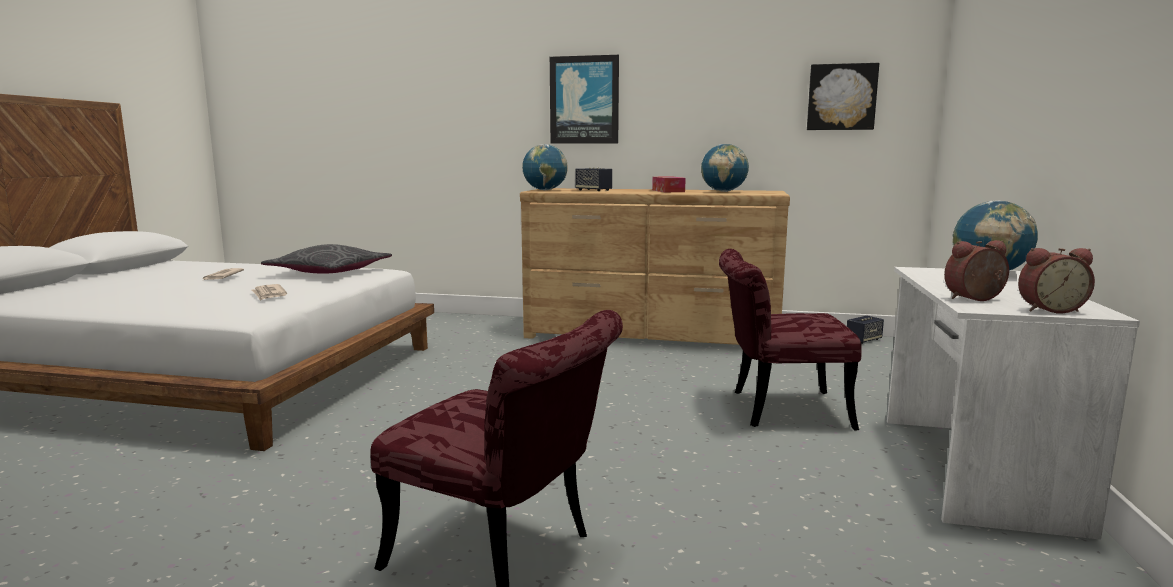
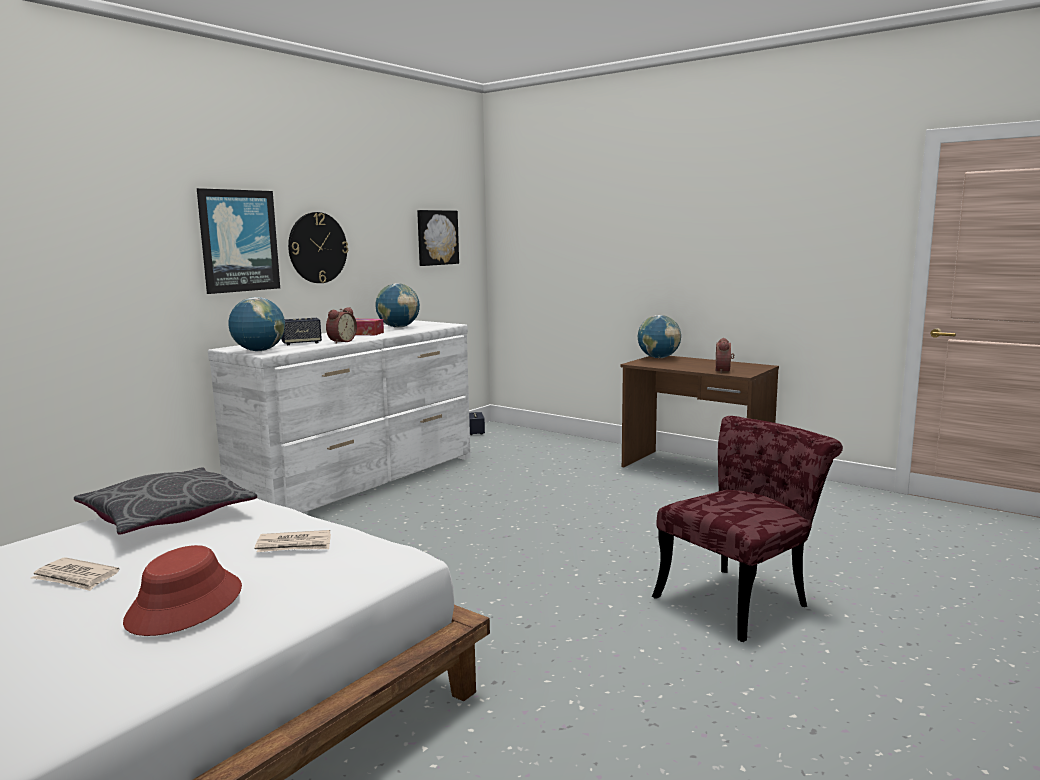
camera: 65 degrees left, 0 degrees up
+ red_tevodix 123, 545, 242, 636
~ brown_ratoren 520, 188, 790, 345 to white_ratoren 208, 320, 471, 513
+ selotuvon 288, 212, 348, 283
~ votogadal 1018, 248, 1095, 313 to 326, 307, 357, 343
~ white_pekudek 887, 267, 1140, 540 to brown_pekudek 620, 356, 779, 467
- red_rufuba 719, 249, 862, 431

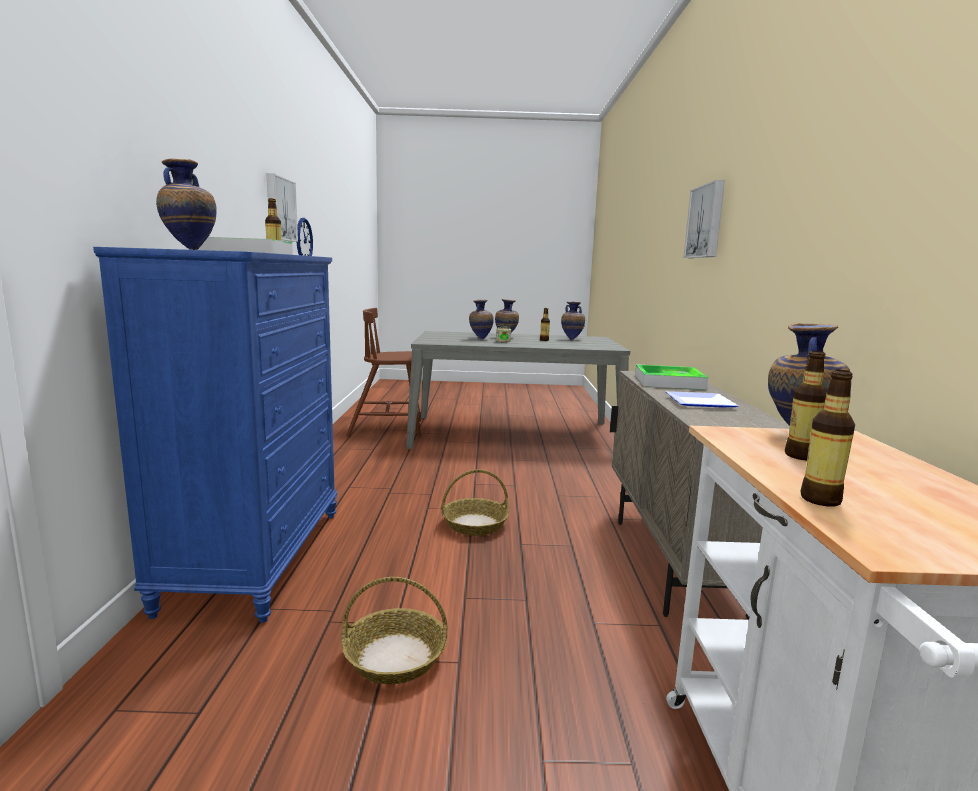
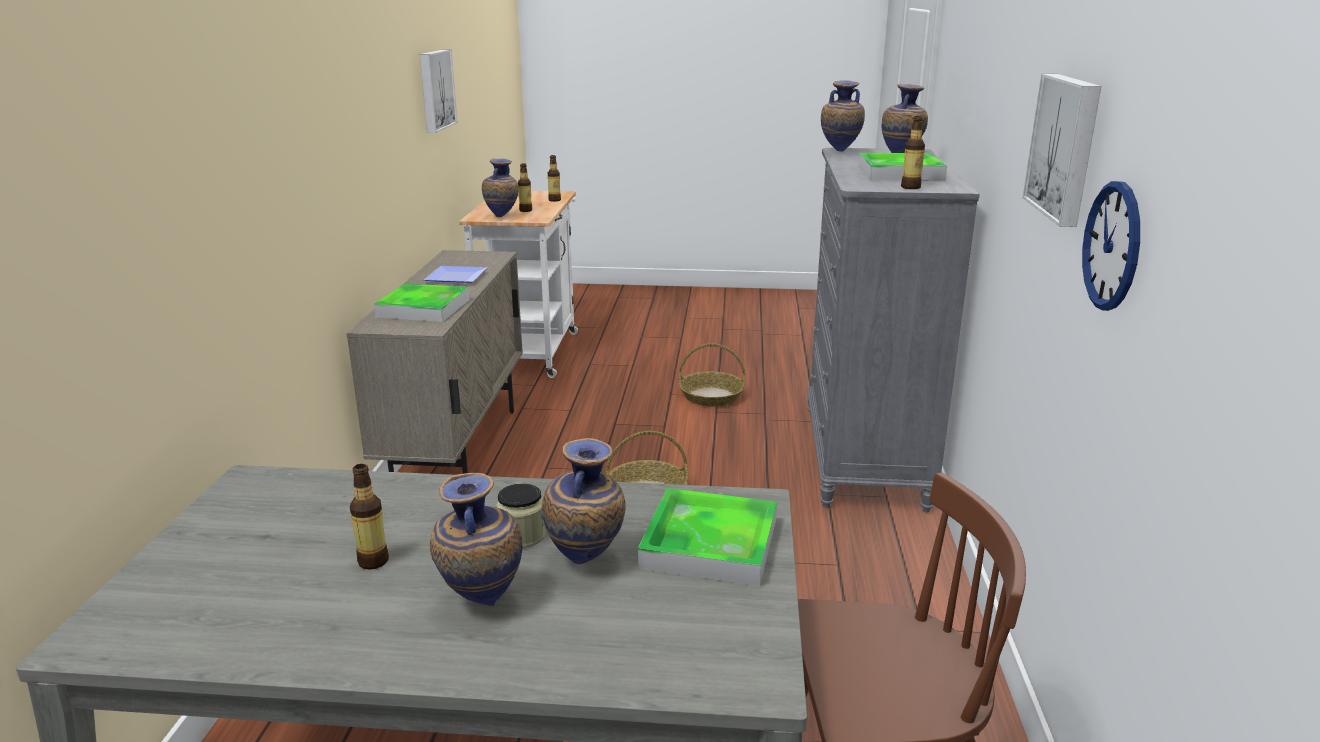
camera: 175 degrees left, 10 degrees up
~ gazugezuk 684, 180, 725, 258 to 420, 49, 458, 133
+ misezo 638, 488, 777, 587
~ blue_ratoren 93, 247, 337, 623 to grey_ratoren 807, 148, 980, 513
~ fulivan 561, 302, 585, 340 to 821, 80, 865, 152

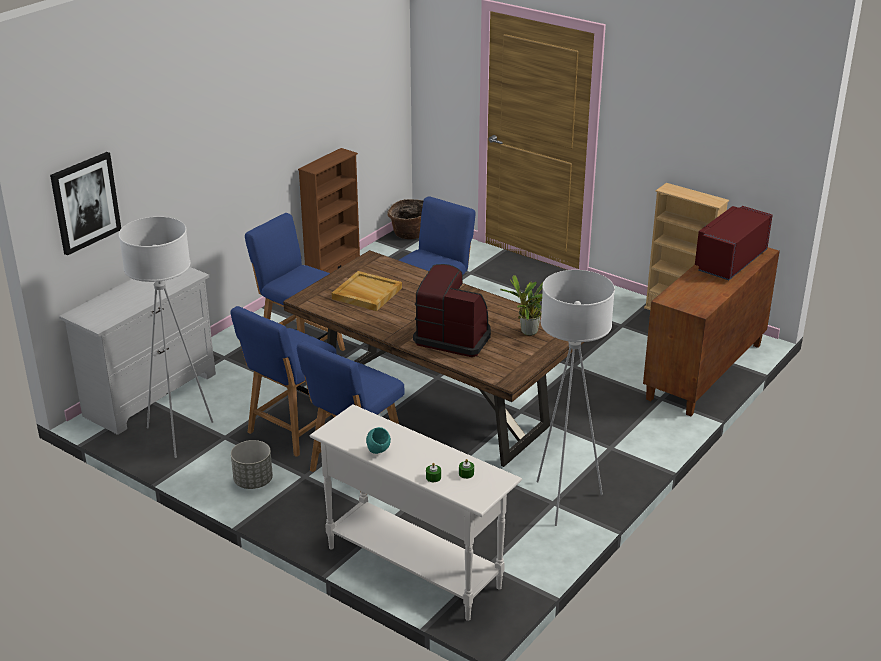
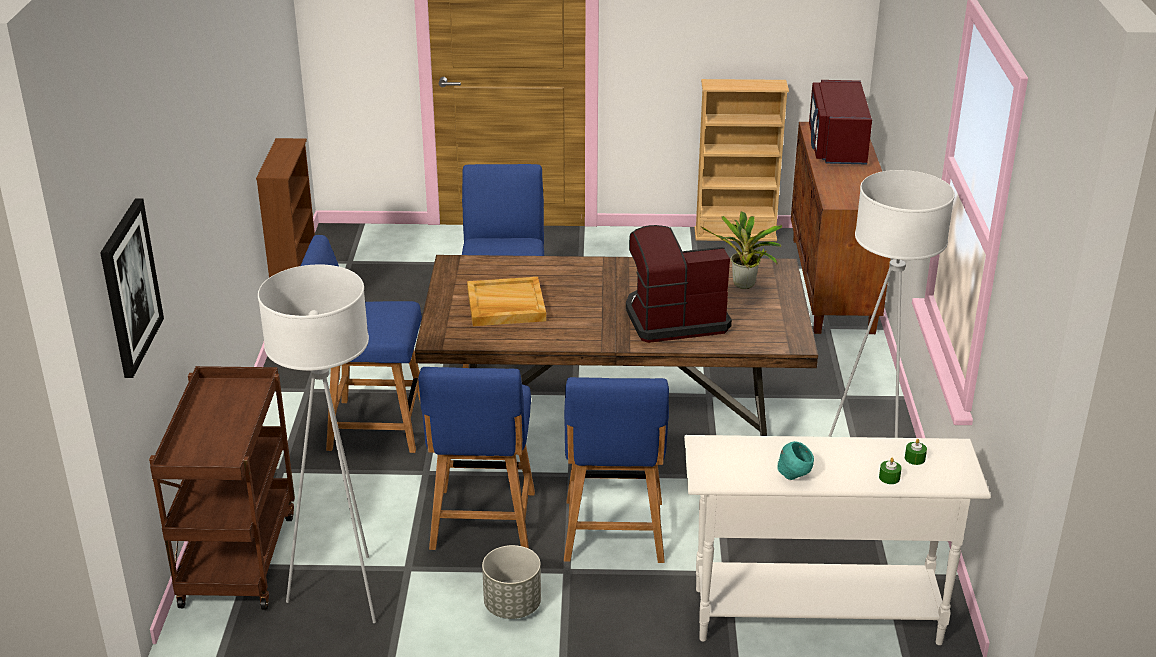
camera: 35 degrees left, 0 degrees up
~ white_ratoren 59, 267, 216, 435 to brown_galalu 149, 366, 295, 610
- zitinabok 388, 199, 424, 239

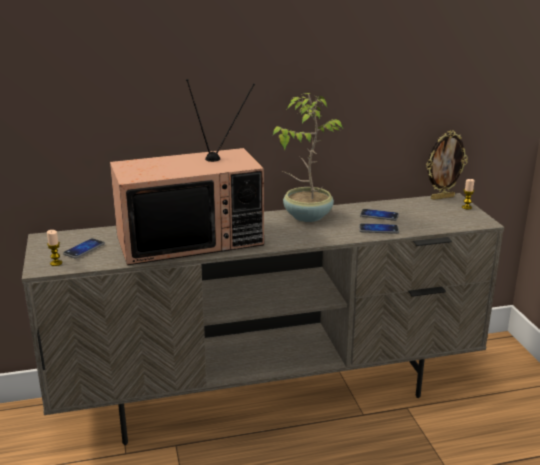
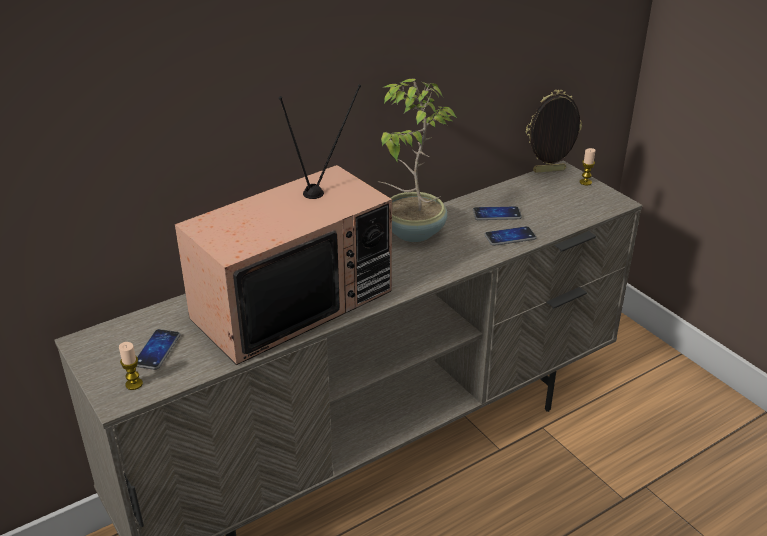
camera: 20 degrees left, 10 degrees up
~ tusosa 426, 130, 468, 200 = 526, 90, 582, 173 150 degrees counterclockwise

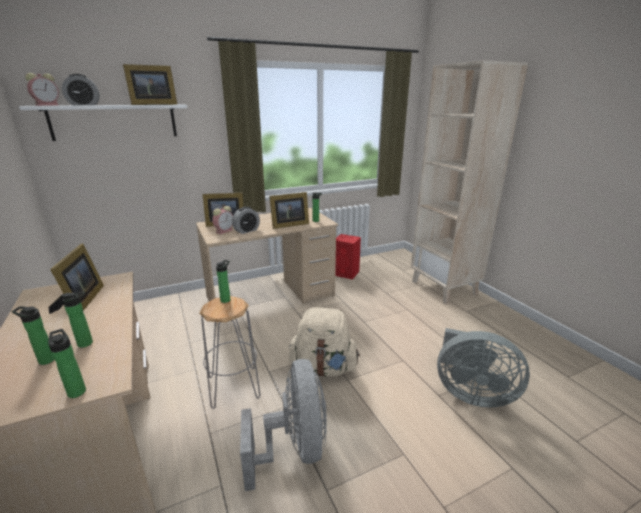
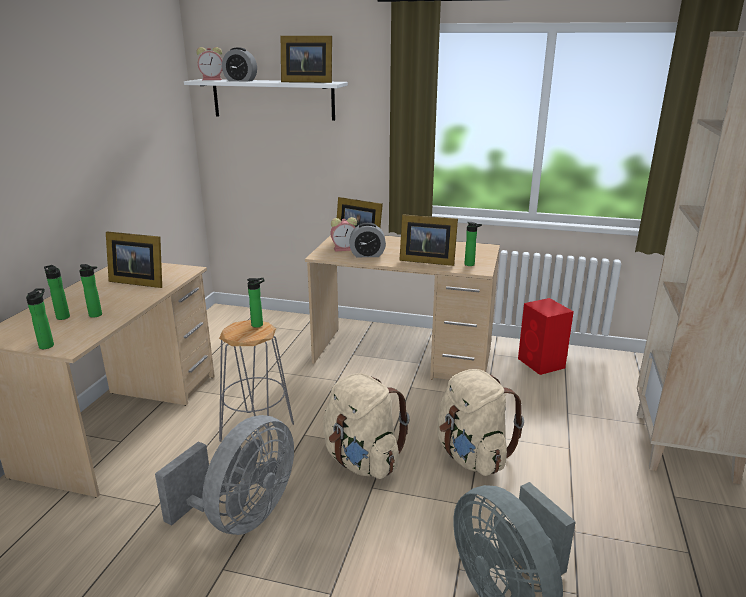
camera: 40 degrees right, 0 degrees up
~ tusosa 49, 243, 104, 314 = 106, 232, 162, 288 75 degrees clockwise
+ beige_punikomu 437, 369, 524, 476

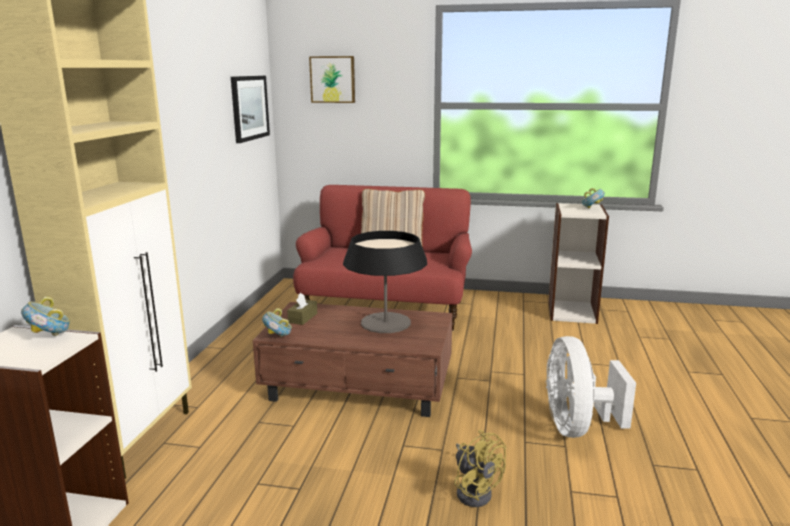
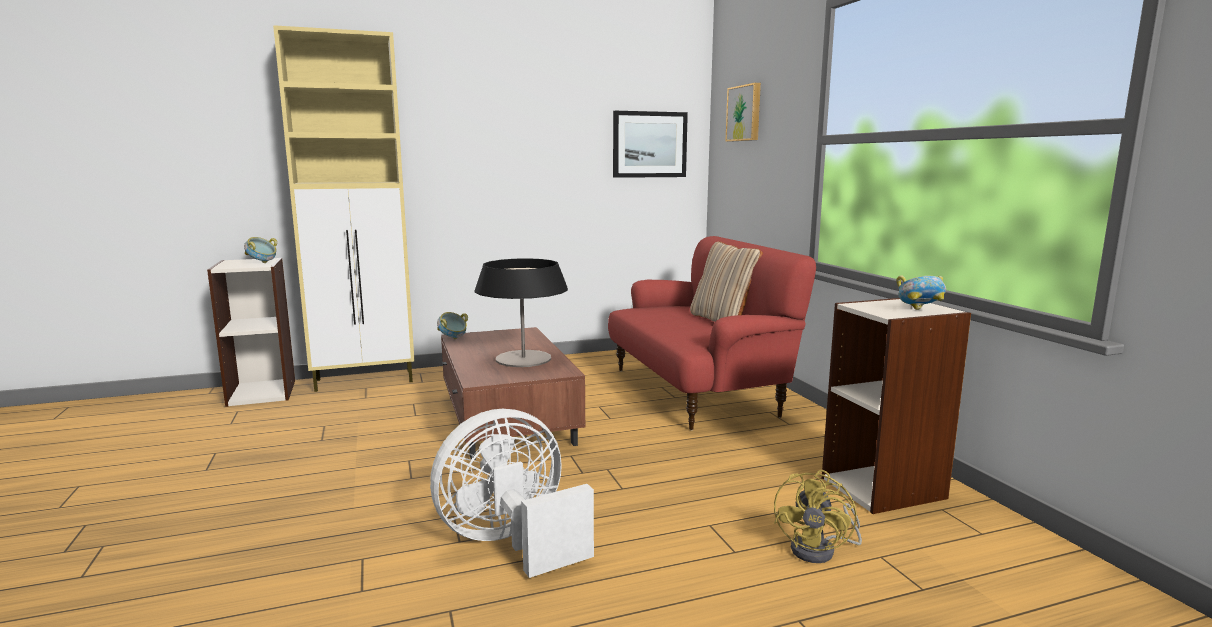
camera: 60 degrees right, 5 degrees down
~ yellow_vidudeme 454, 430, 507, 507 to 774, 470, 862, 563
- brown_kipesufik 287, 293, 317, 325

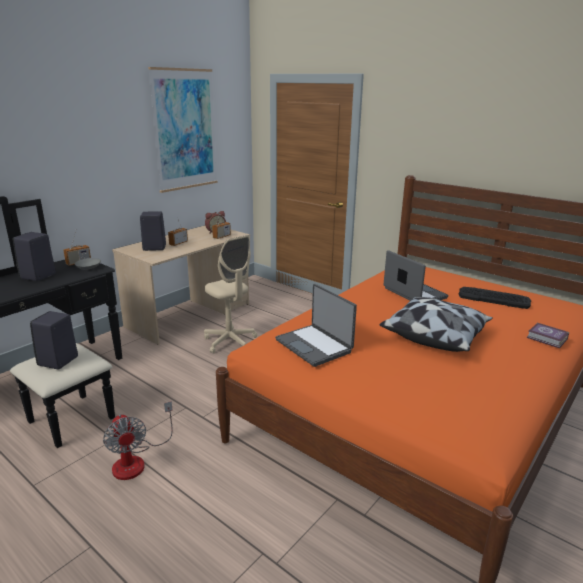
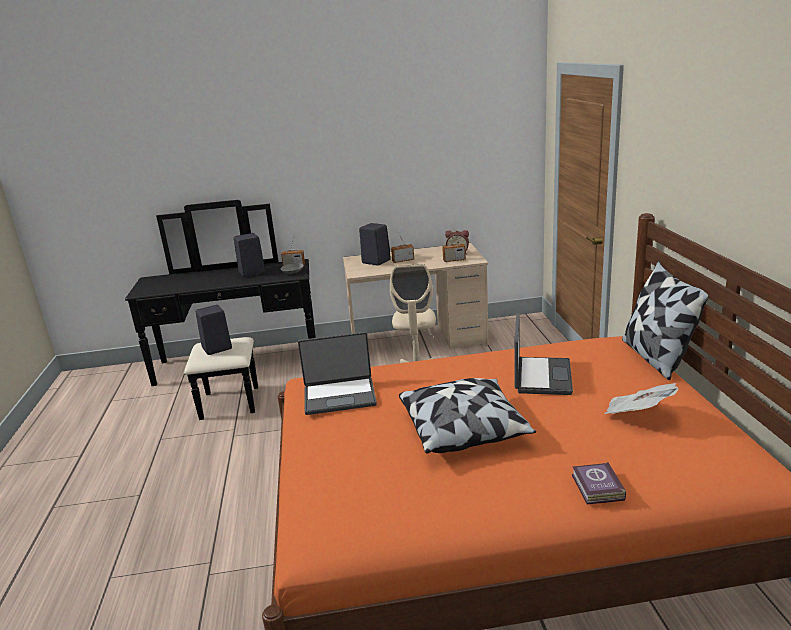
camera: 45 degrees right, 0 degrees up
~ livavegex 275, 284, 357, 367 = 298, 332, 377, 415 105 degrees counterclockwise
~ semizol 459, 287, 532, 309 to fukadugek 604, 383, 678, 414
+ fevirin 622, 262, 709, 380
- vidudeme 103, 401, 172, 480
- gazugezuk 148, 67, 217, 193

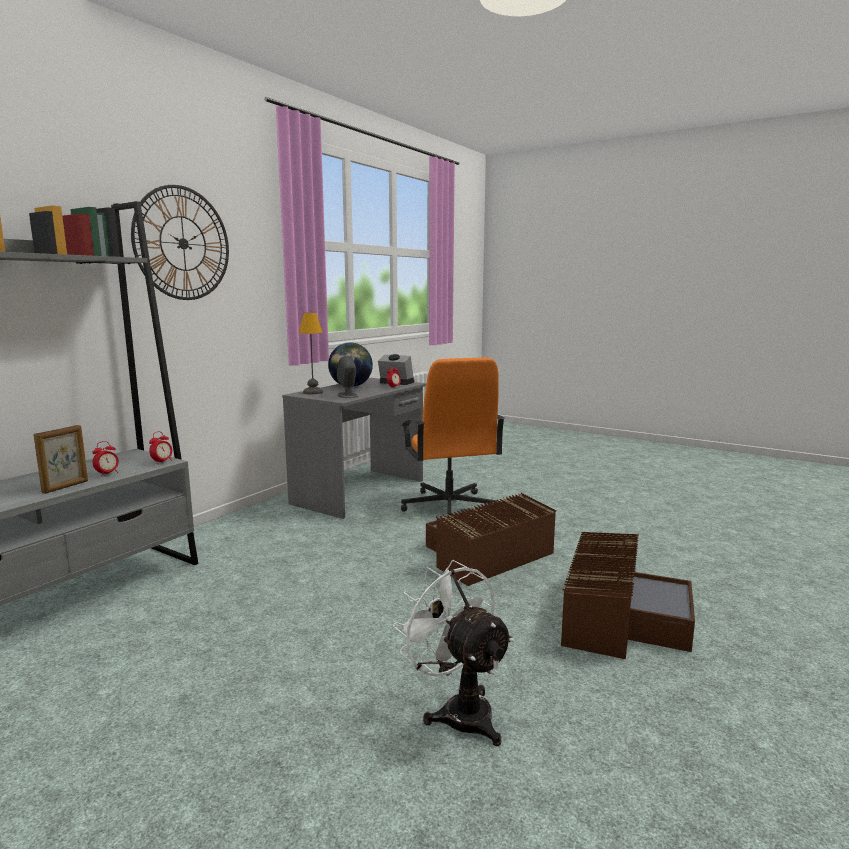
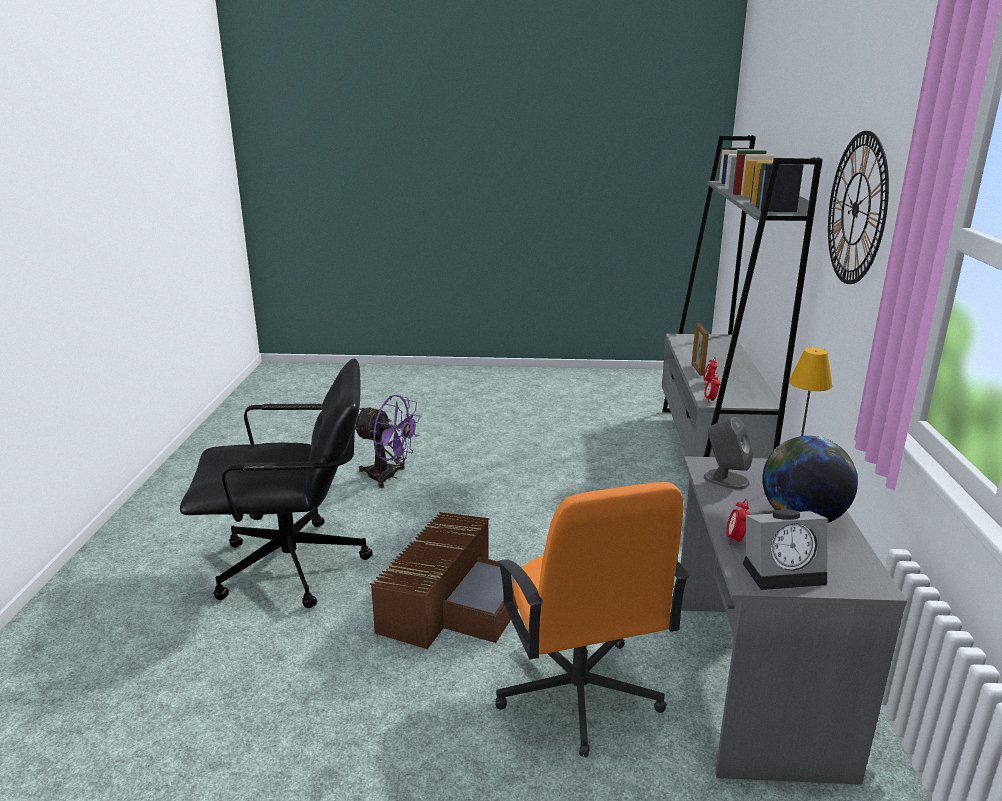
camera: 150 degrees right, 10 degrees up
~ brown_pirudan 561, 532, 695, 659 to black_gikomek 180, 358, 373, 608
~ white_vidudeme 393, 560, 514, 746 to purple_vidudeme 355, 395, 421, 488
~ orange_gikomek 401, 358, 505, 515 = 496, 482, 690, 758 150 degrees counterclockwise

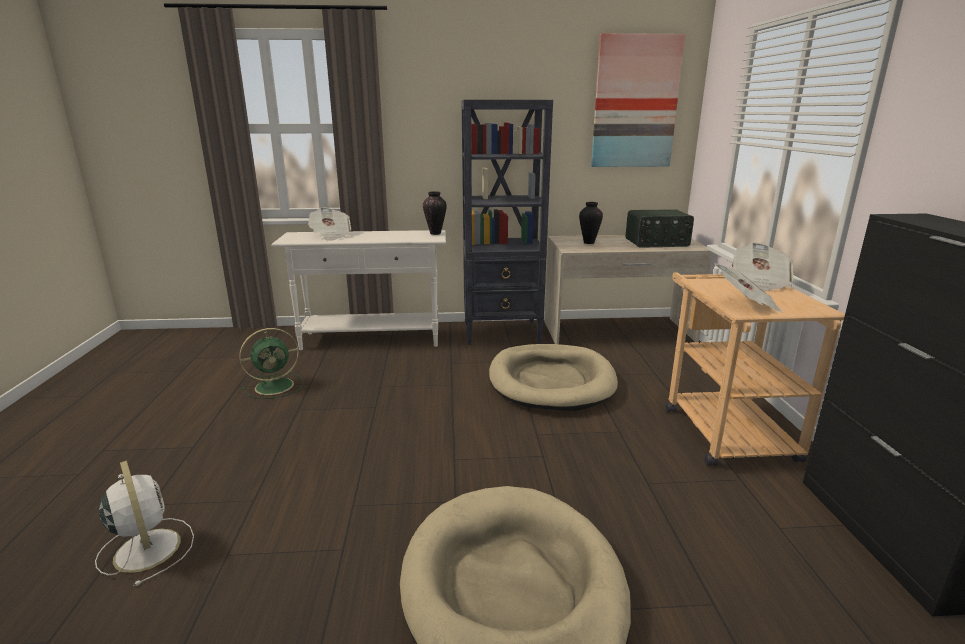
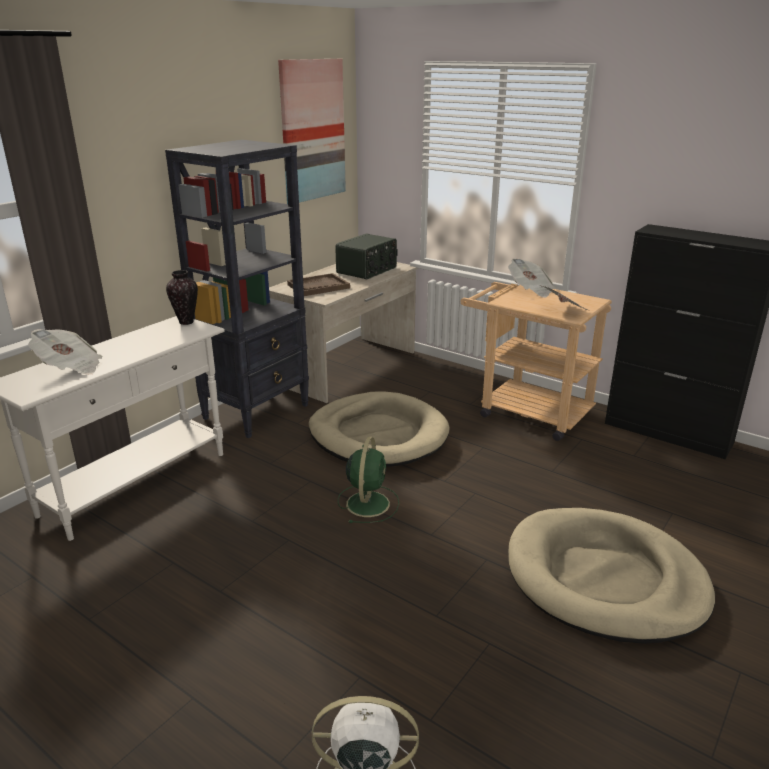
camera: 50 degrees left, 5 degrees up
~ fulivan 579, 202, 603, 244 to brown_misezo 287, 273, 350, 296
~ green_vidudeme 239, 328, 304, 399 to 338, 436, 399, 523

